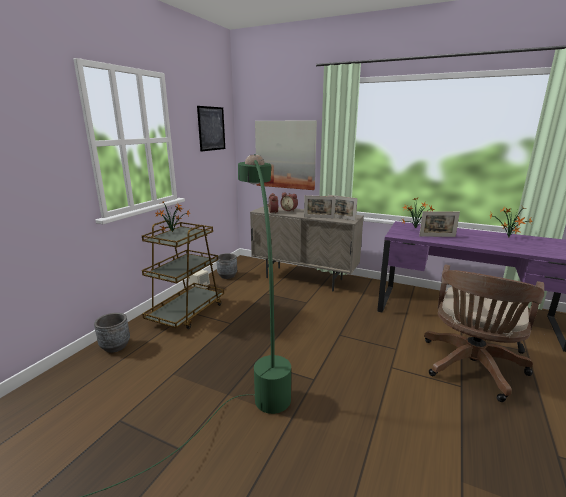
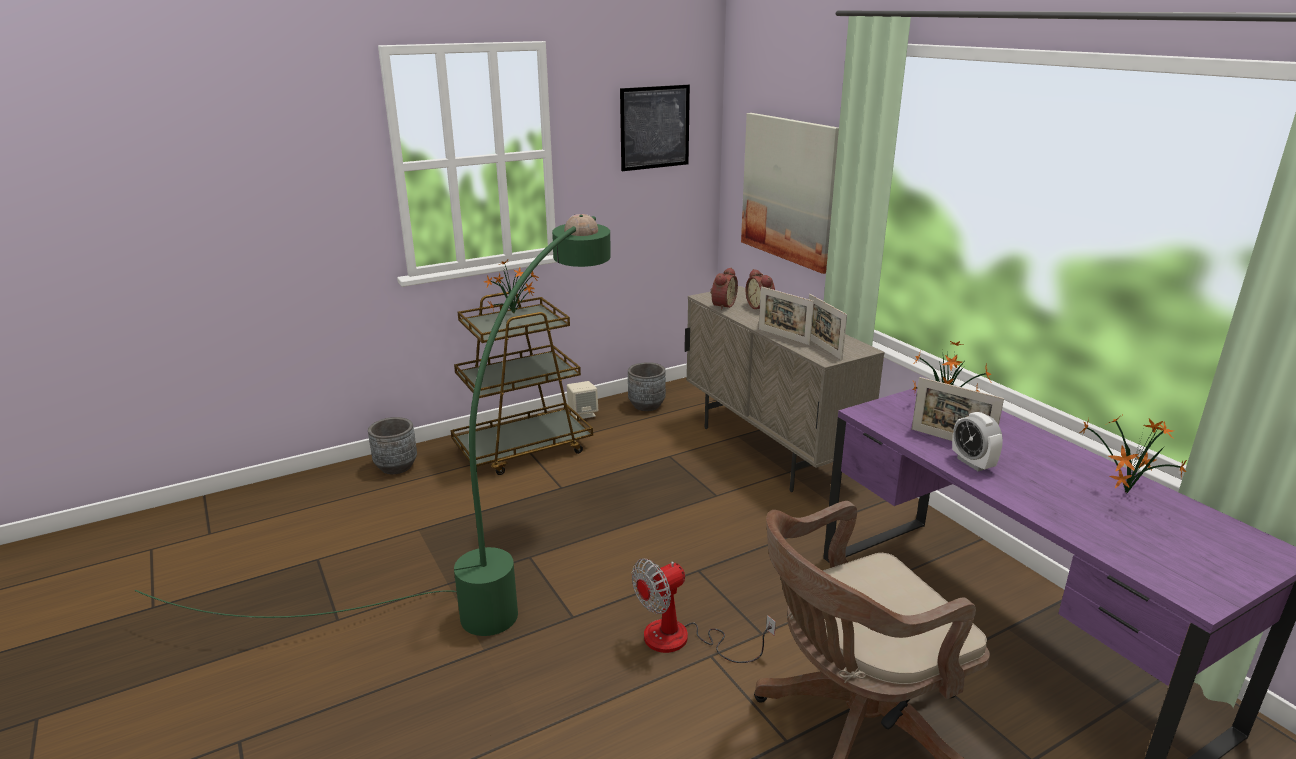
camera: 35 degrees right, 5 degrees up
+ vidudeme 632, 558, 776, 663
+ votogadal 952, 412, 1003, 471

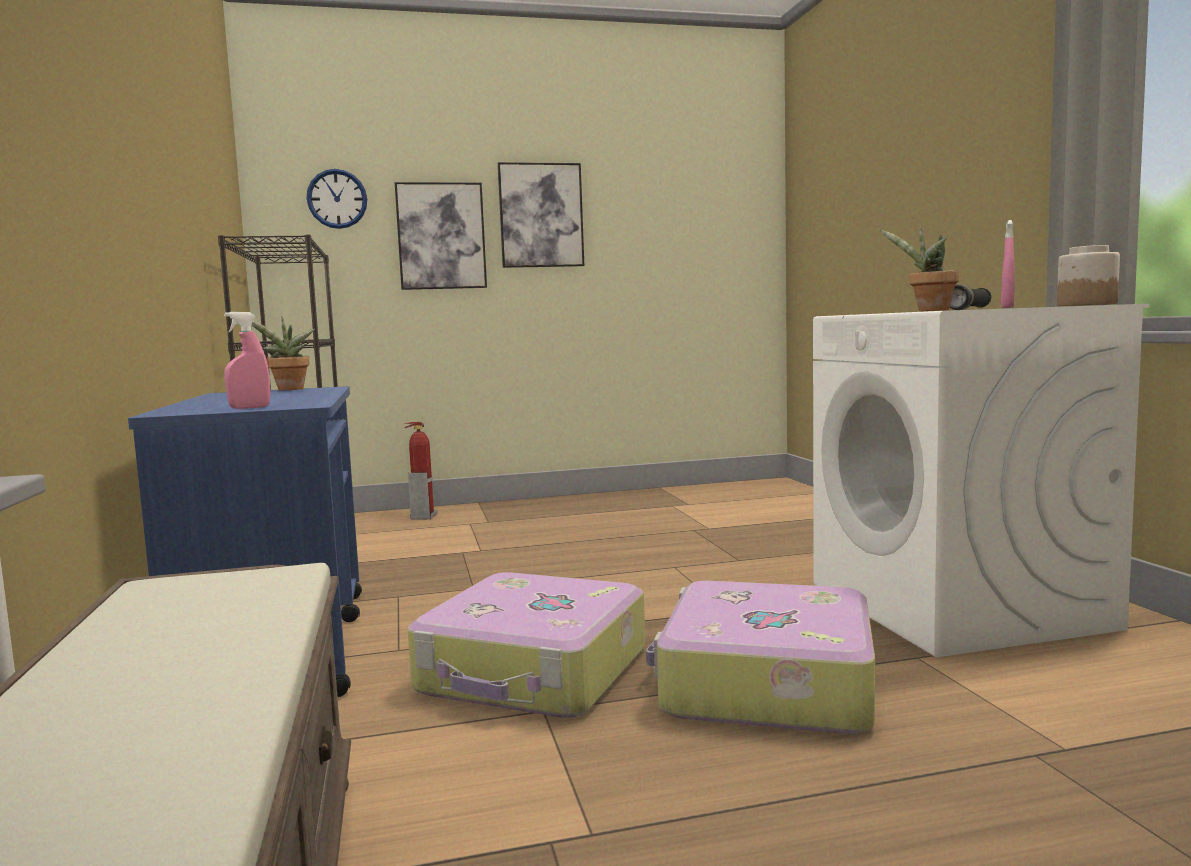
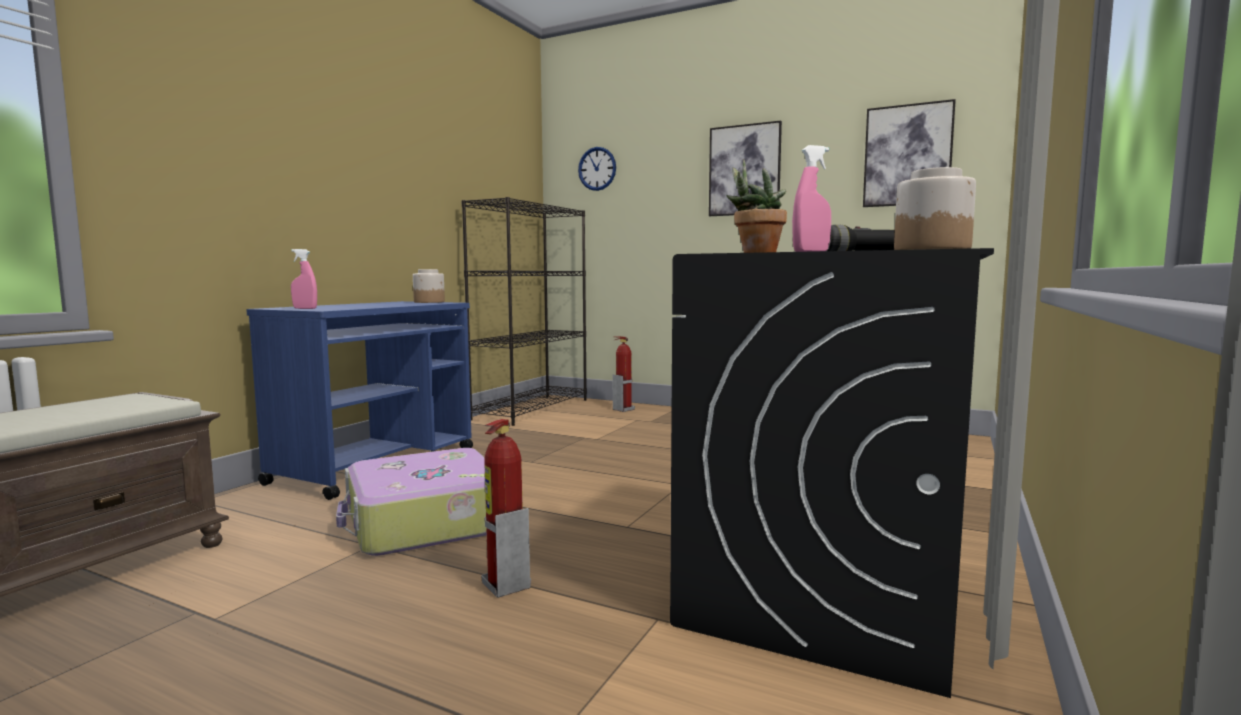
camera: 40 degrees right, 0 degrees up
~ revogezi 252, 316, 315, 390 to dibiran 413, 269, 445, 303
~ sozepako 646, 581, 875, 734 to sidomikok 481, 419, 531, 598
~ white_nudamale 813, 304, 1150, 657 to black_nudamale 670, 248, 994, 698
~ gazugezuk 395, 182, 487, 290 to 863, 99, 956, 207

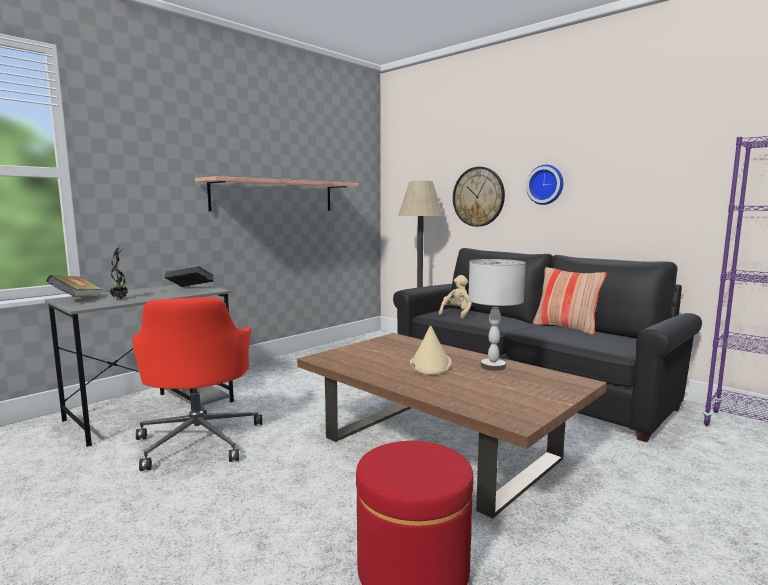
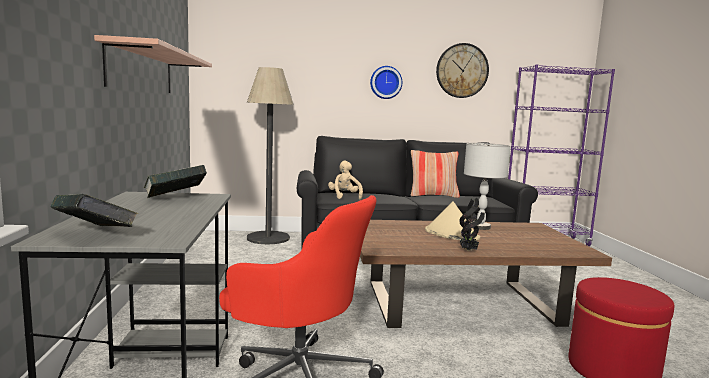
camera: 50 degrees left, 0 degrees up
~ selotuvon 453, 167, 505, 227 to 436, 43, 489, 98
~ revogezi 110, 248, 128, 299 to 459, 198, 485, 251

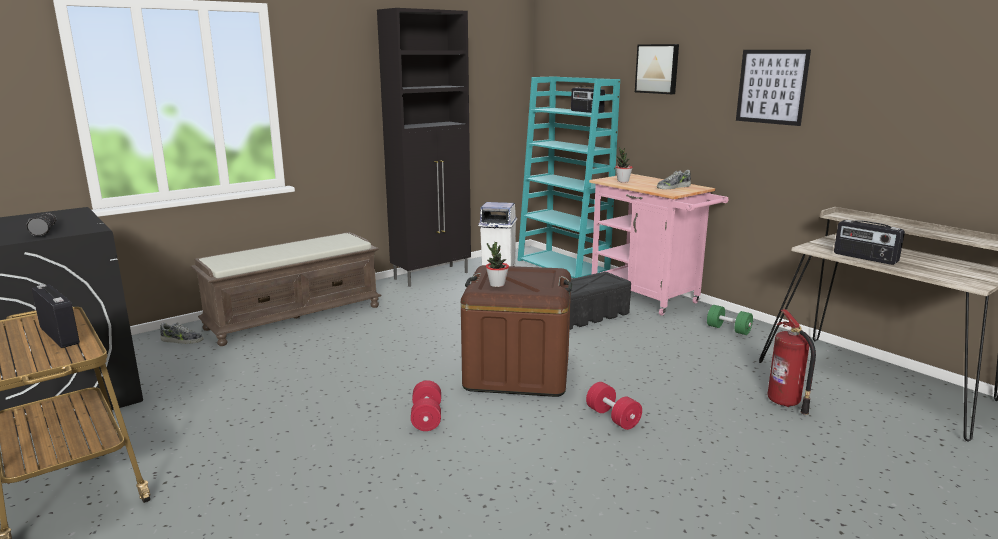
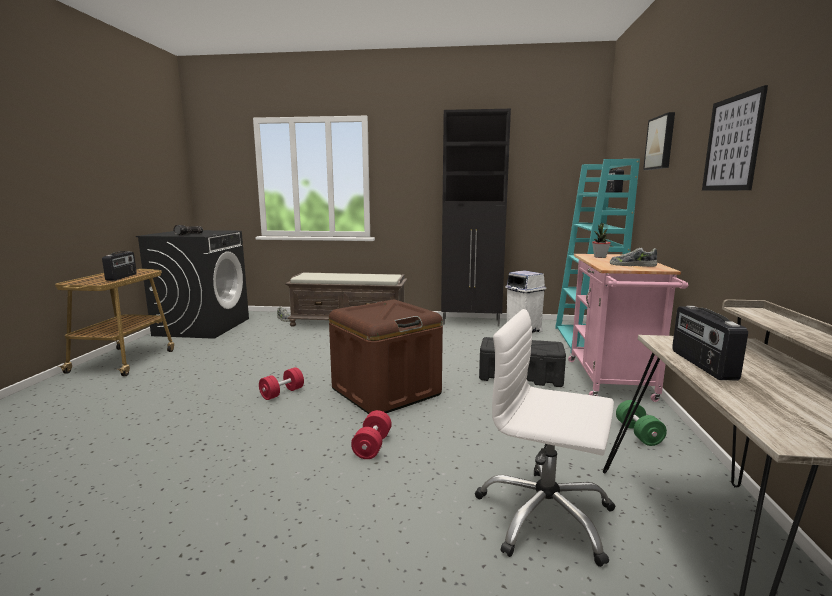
camera: 45 degrees right, 5 degrees down
~ sidomikok 767, 309, 816, 415 to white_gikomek 475, 309, 615, 567
- revogezi 486, 242, 509, 287

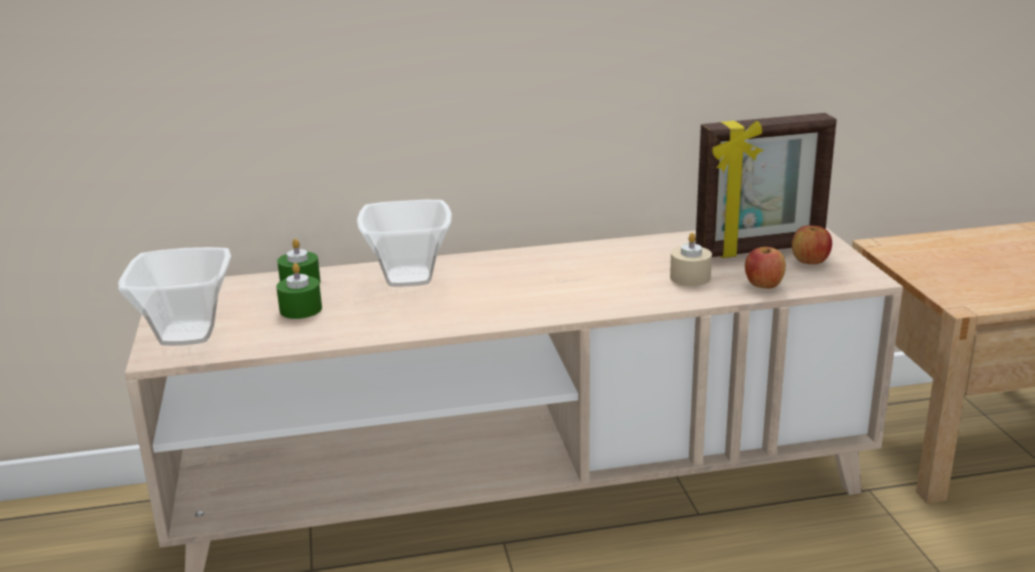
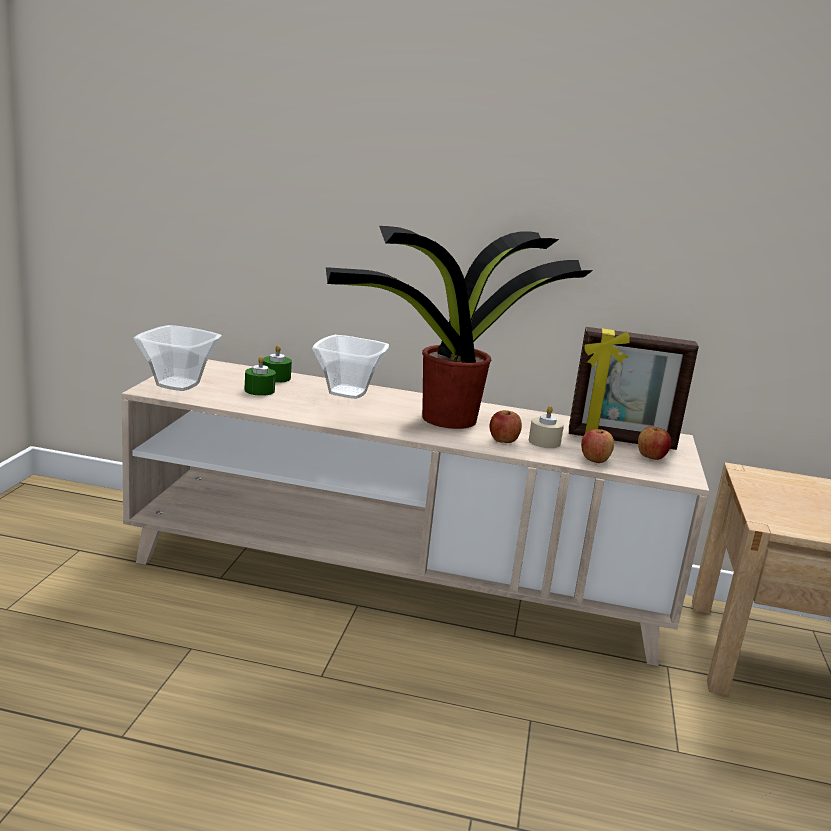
camera: 20 degrees right, 5 degrees down
+ revogezi 326, 226, 593, 429
+ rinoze 490, 410, 522, 443

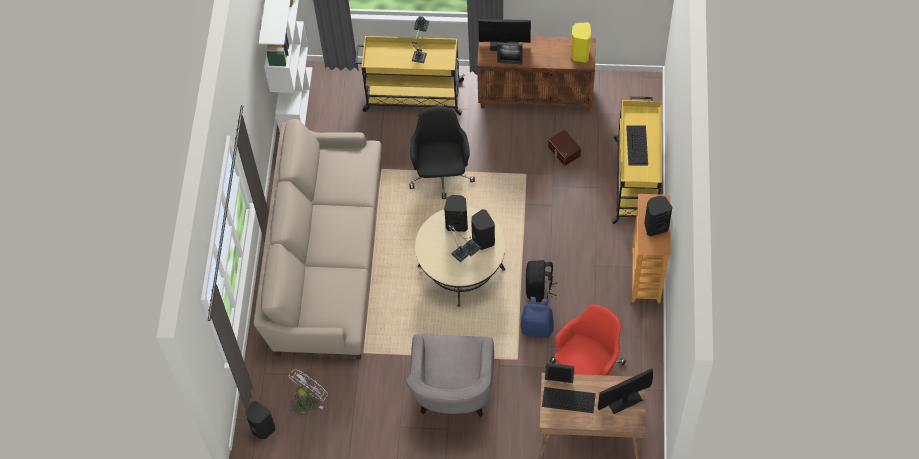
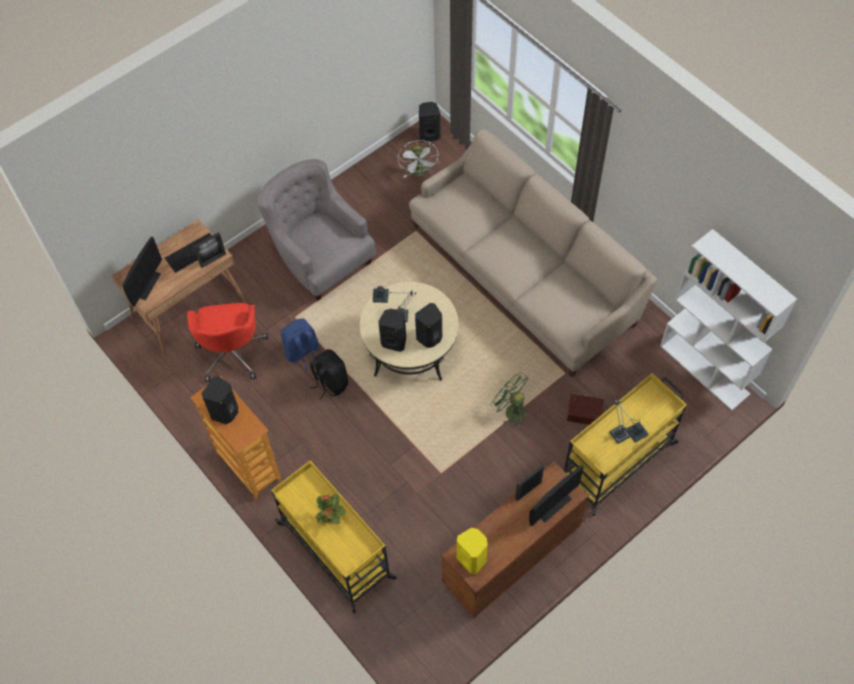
camera: 135 degrees right, 0 degrees up
~ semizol 626, 125, 648, 166 to revogezi 316, 493, 346, 524
~ black_gikomek 409, 106, 475, 199 to green_vidudeme 491, 373, 528, 428
~ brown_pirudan 548, 130, 581, 166 to 567, 393, 604, 425

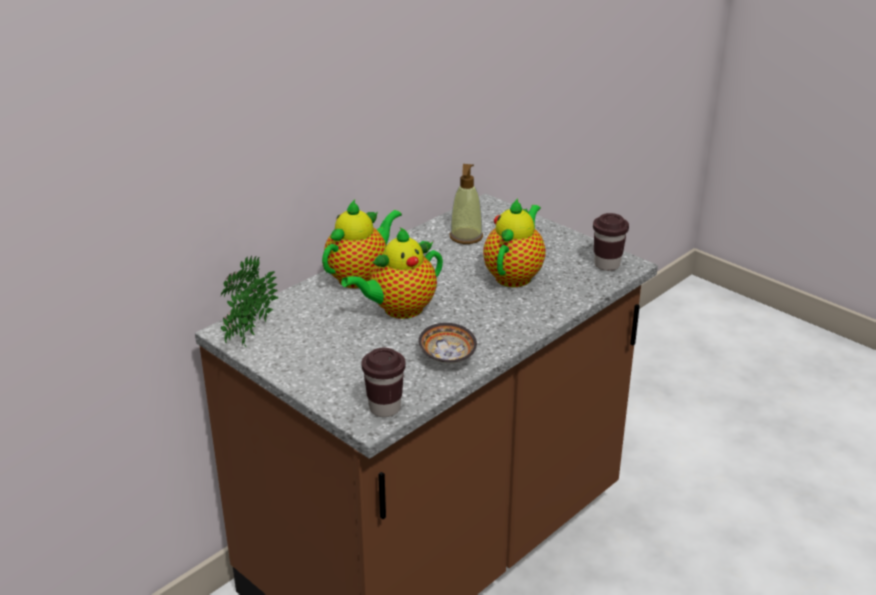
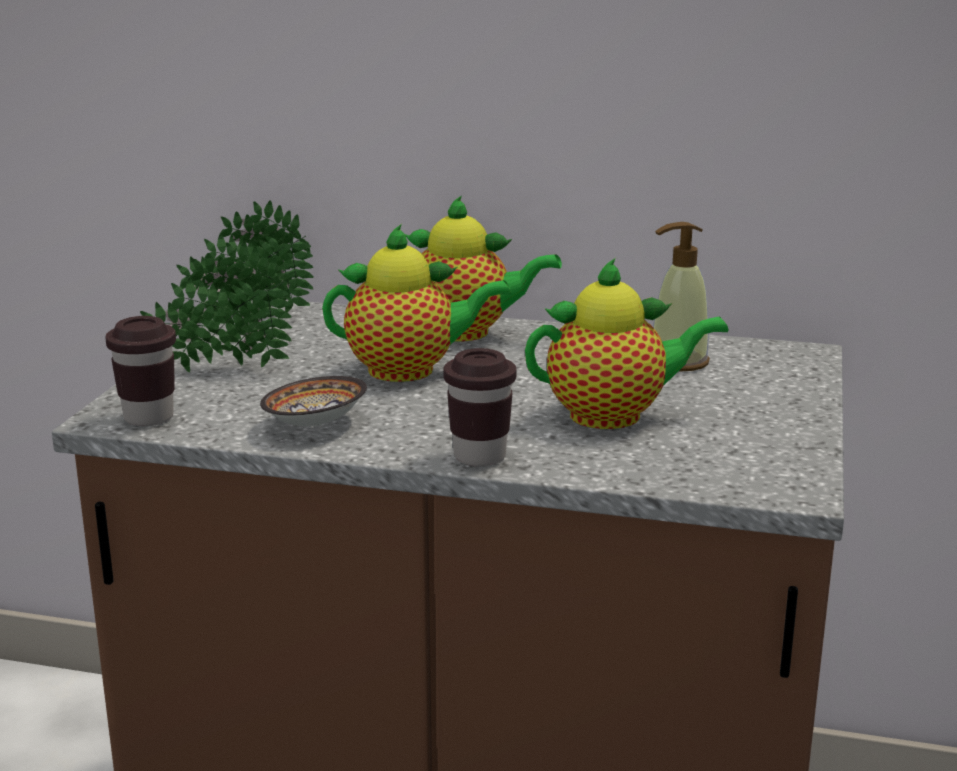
camera: 60 degrees right, 10 degrees down
+ revogezi 140, 241, 292, 372
~ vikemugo 341, 228, 443, 319 = 322, 224, 511, 382 150 degrees clockwise
~ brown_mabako 593, 213, 629, 271 to 443, 348, 516, 467

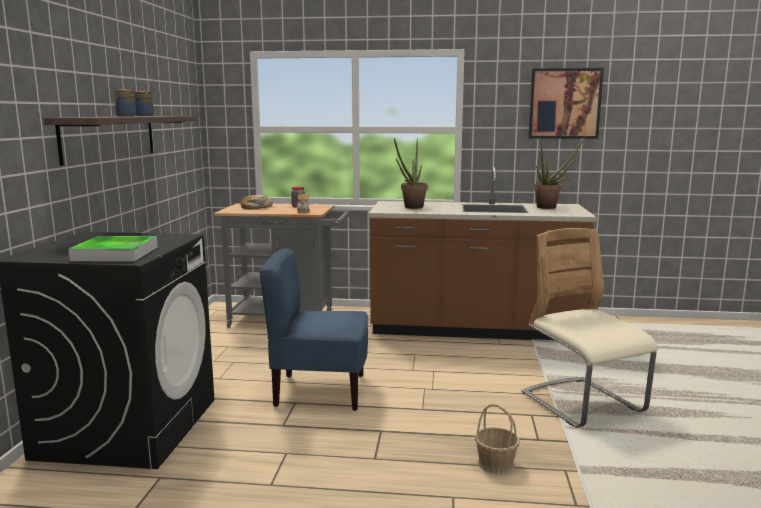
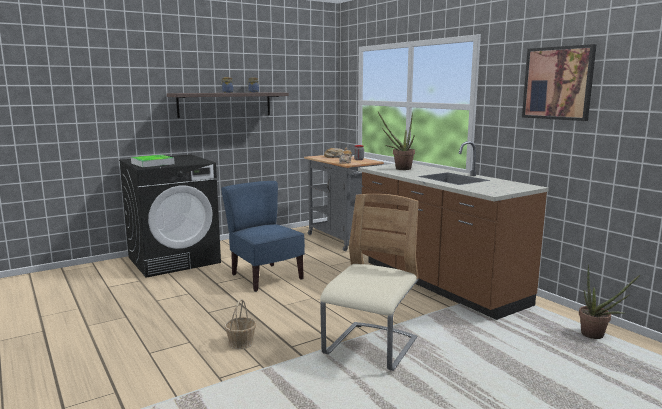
camera: 50 degrees right, 0 degrees up
~ revogezi 534, 138, 584, 209 to 579, 264, 640, 339

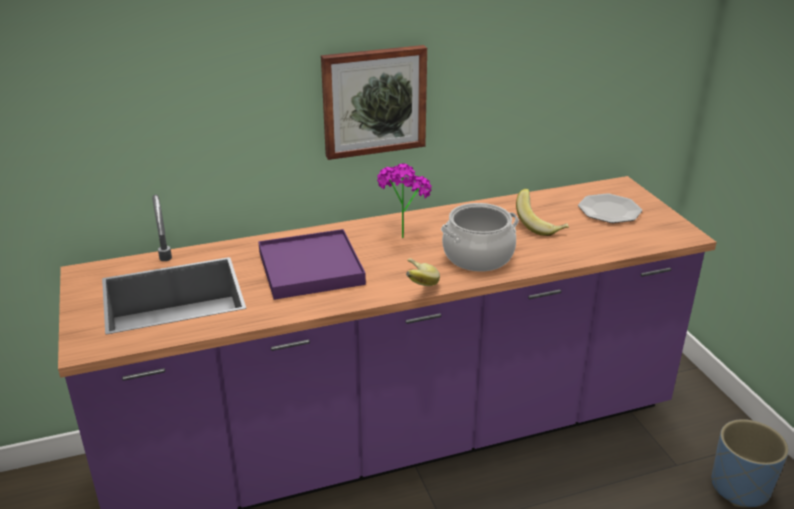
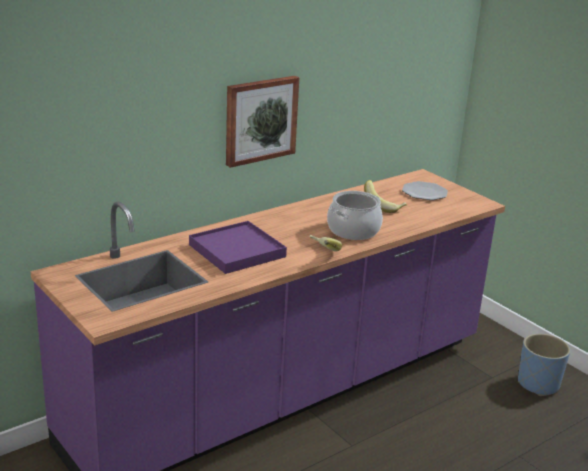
camera: 20 degrees left, 5 degrees down
- revogezi 377, 163, 432, 238

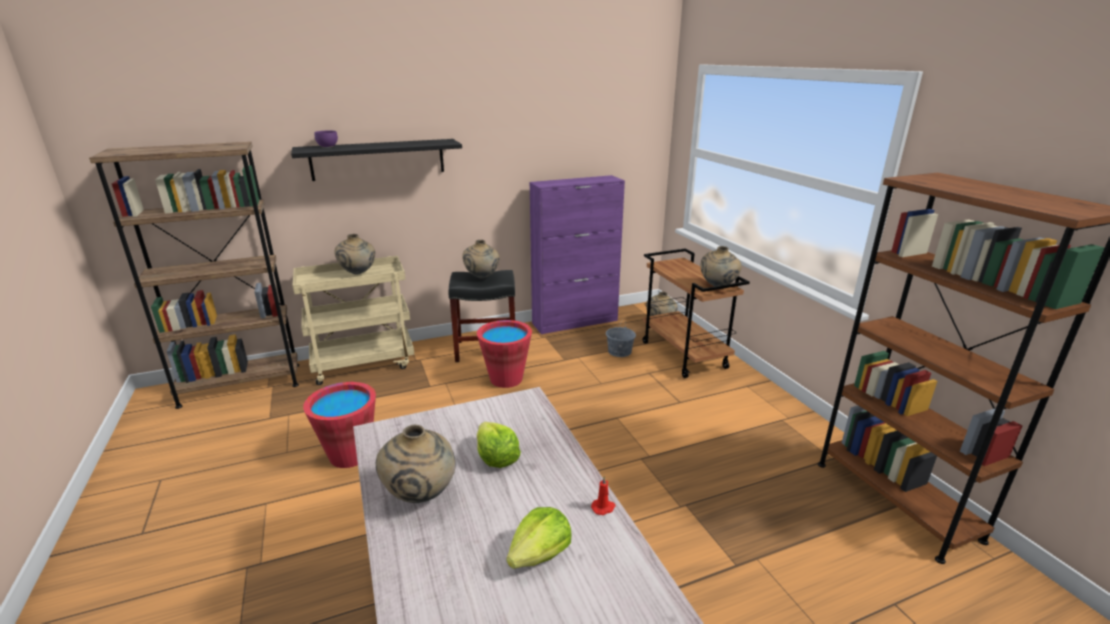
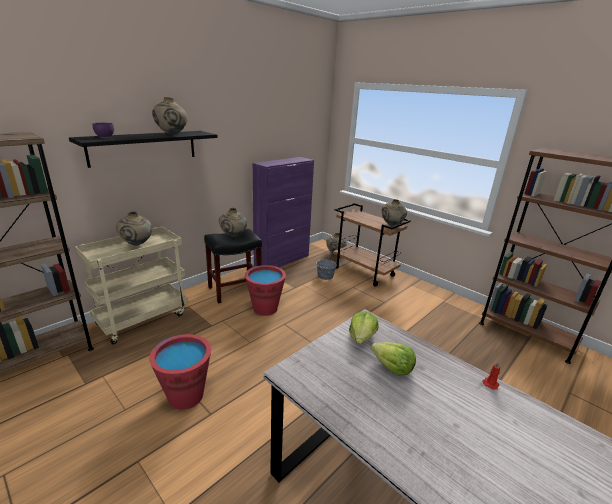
camera: 25 degrees left, 0 degrees up
~ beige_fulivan 376, 425, 456, 503 to 152, 97, 188, 135
~ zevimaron 506, 507, 572, 569 to 349, 311, 379, 344

